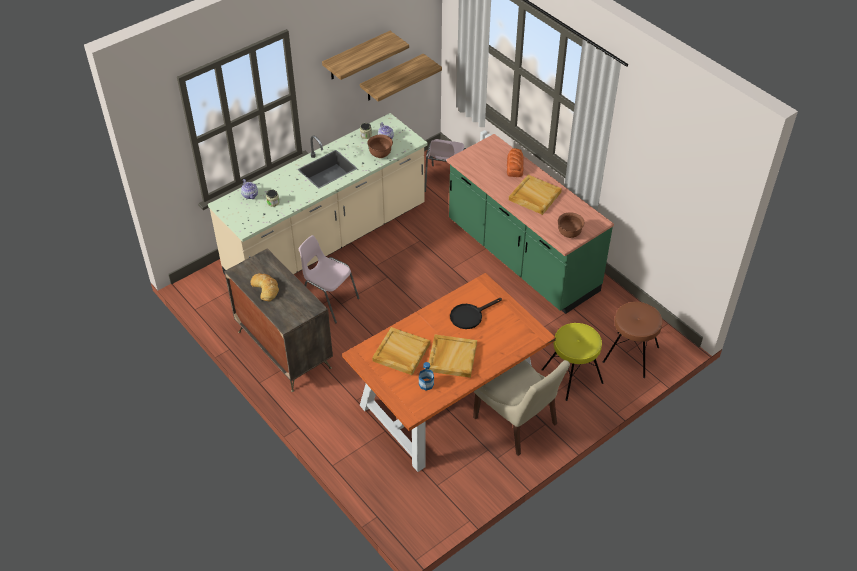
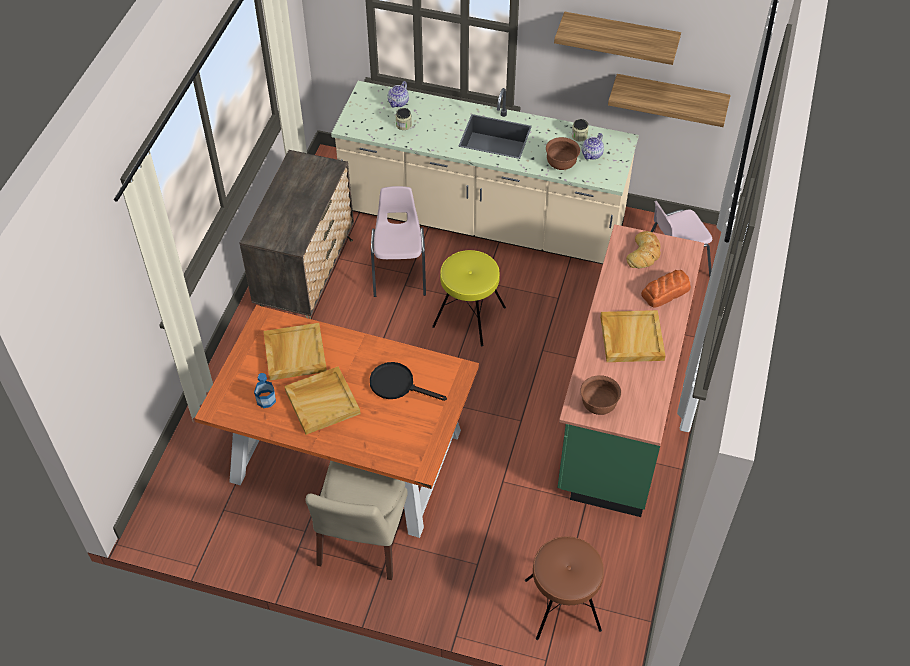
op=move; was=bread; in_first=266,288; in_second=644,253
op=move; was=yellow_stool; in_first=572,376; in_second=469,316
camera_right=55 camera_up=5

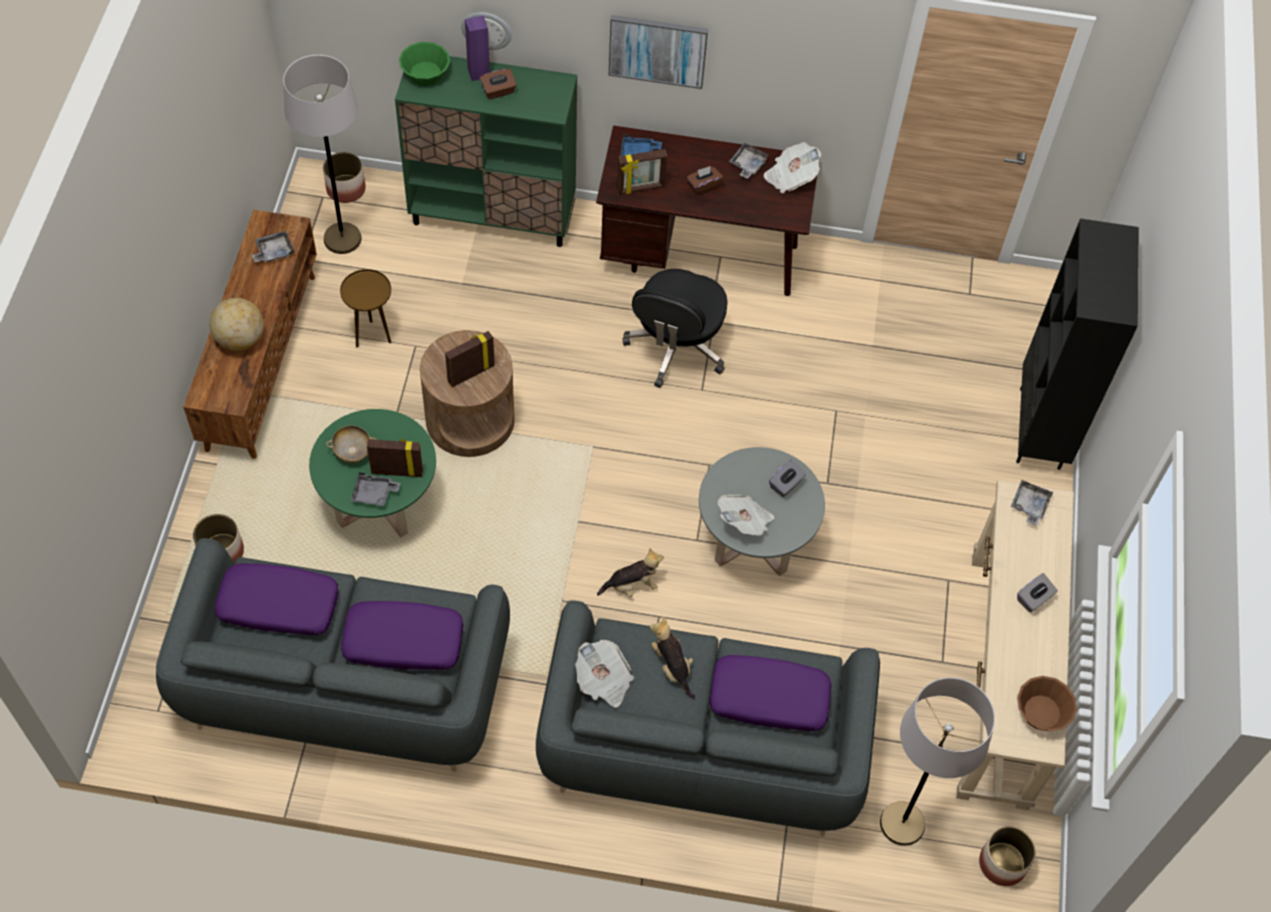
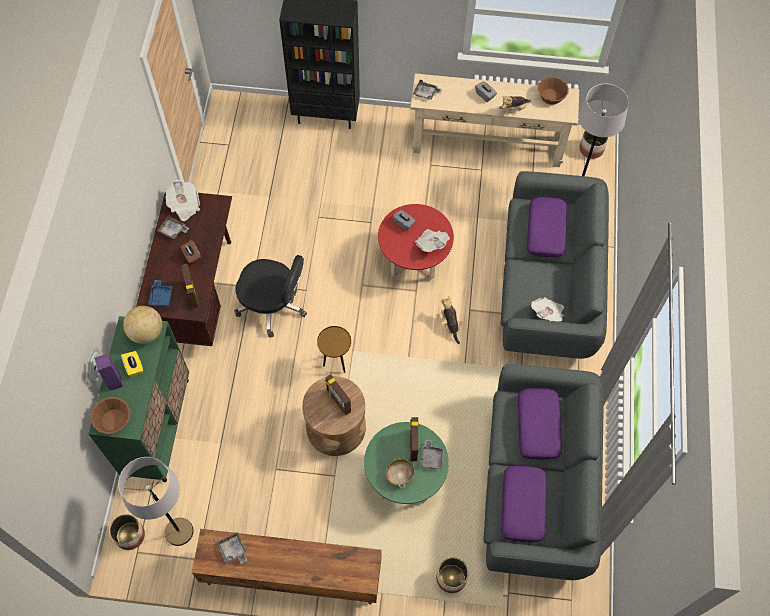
op=move; was=globe; in_first=240,339; in_second=146,332
op=move; was=brown_side_table; in_first=372,336; in_second=336,363
op=recolor; was=green_bowl; now=brown_bowl; in_first=425,73; in_second=113,420
op=recolor; was=brown_tissue_box; now=yellow_tissue_box; in_first=498,91; in_second=134,367
op=delete; was=picture; in_first=657,50
op=move; was=plush_toy; in_first=672,666; in_second=513,110
op=recolor; was=grey_coffee_table; now=red_coffee_table; in_first=754,541; in_second=414,260
camera_right=-90 camera_up=5

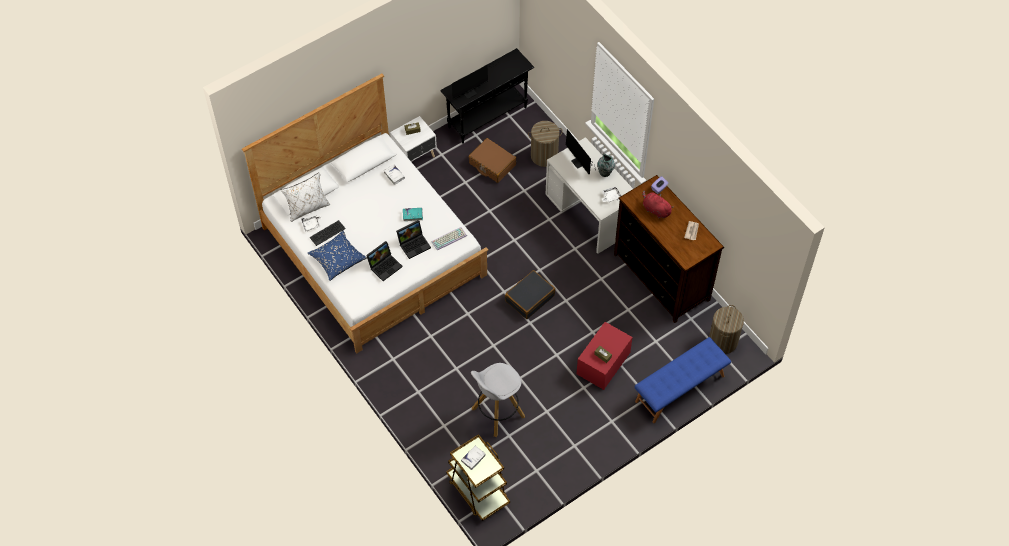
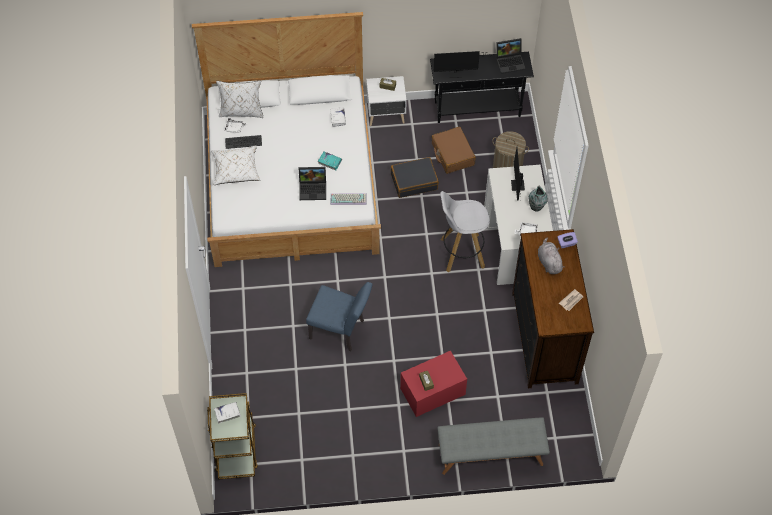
op=recolor; was=blue_pillow; now=white_pillow; in_first=337,259; in_second=236,169
op=move; was=laptop; in_first=385,265; in_second=510,62
op=move; was=white_stool; in_first=497,413; in_second=461,253
op=move; was=black_suitcase; in_first=529,298; in_second=414,181
op=recolor; was=blue_bench; now=grey_bench; in_first=680,389; in_second=490,455
op=recolor; was=red_plush_toy; now=grey_plush_toy; in_first=655,209; in_second=549,262
op=delete; was=laundry_basket; in_first=723,341
op=insert; now=blue_chair; in_second=341,331
camera_right=30 camera_up=0

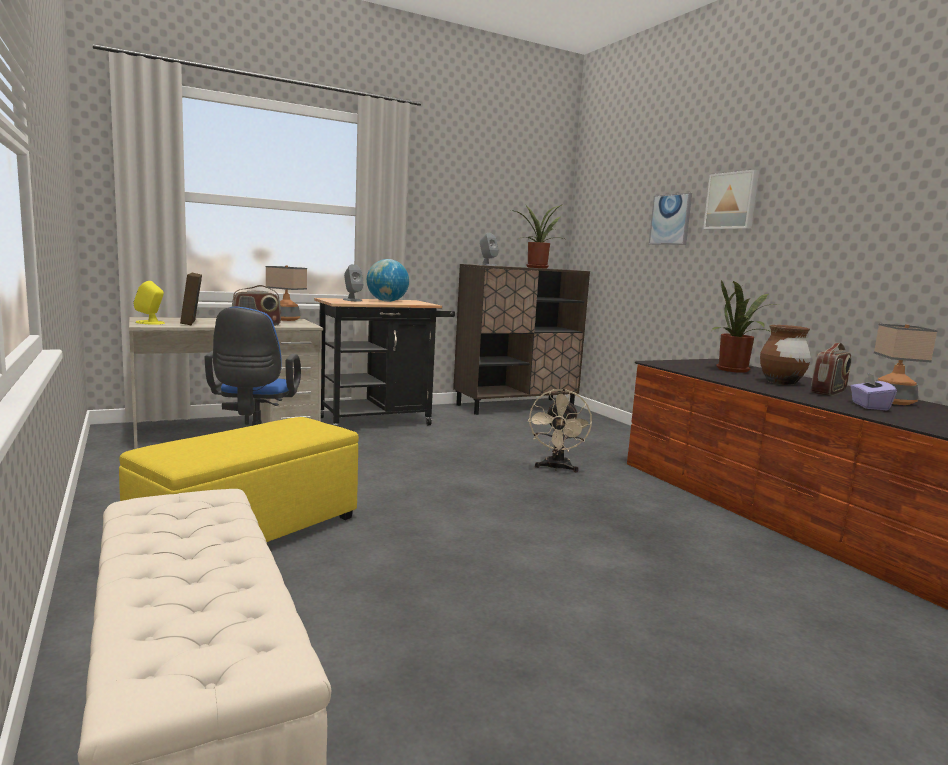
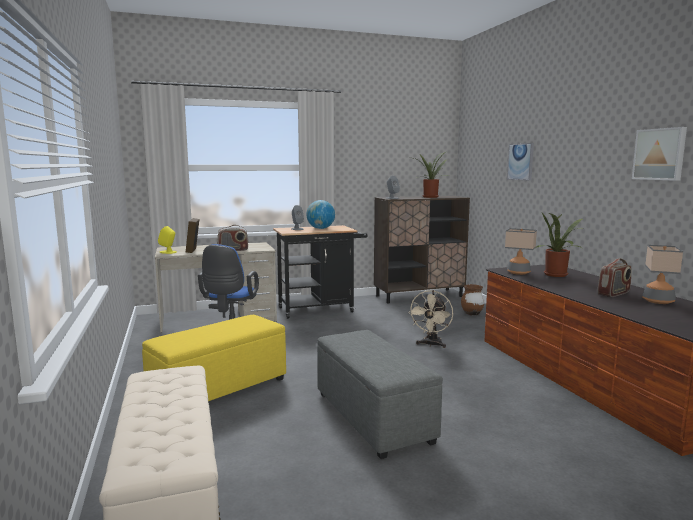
op=move; was=table_lamp; in_first=286,319; in_second=518,272
op=move; was=picture; in_first=732,201; in_second=660,154
op=move; was=brown_vase; in_first=781,383; in_second=472,314
op=delete; was=purple_tissue_box; in_first=869,406
op=insert; now=grey_ottoman; in_second=372,416
camera_right=10 camera_up=0

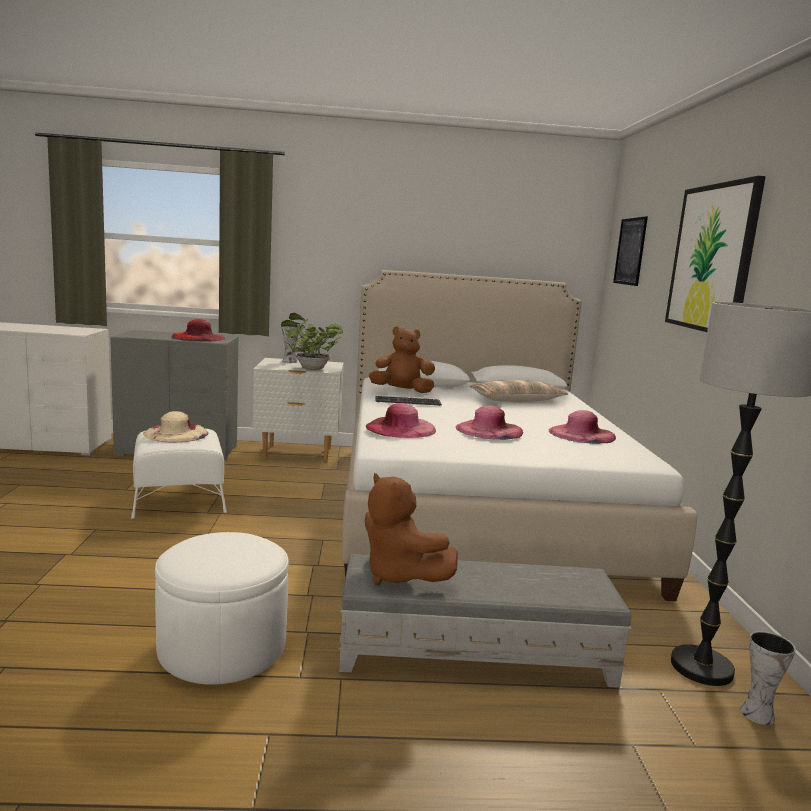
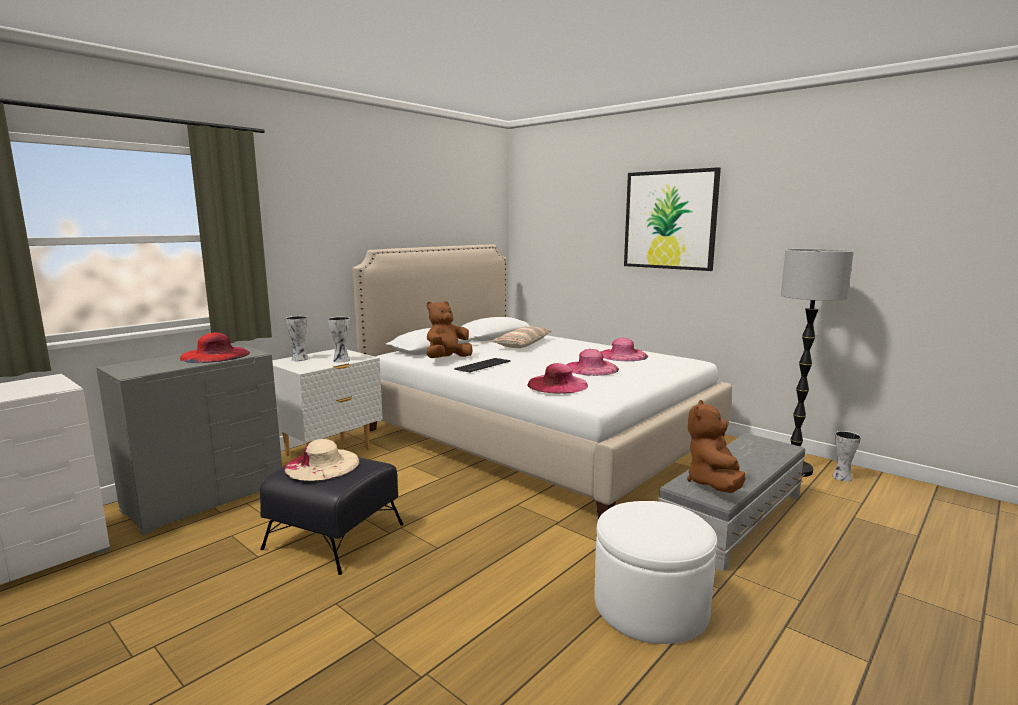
op=recolor; was=white_ottoman; now=black_ottoman; in_first=178,499; in_second=335,537
op=replace; was=potted_plant; now=vase; in_first=309,368; in_second=342,360
op=rotate; was=brown_plush_toy; in_first=399,575; in_second=714,484; clockwise=105
op=delete; was=picture; in_first=630,251
camera_right=-45 camera_up=0

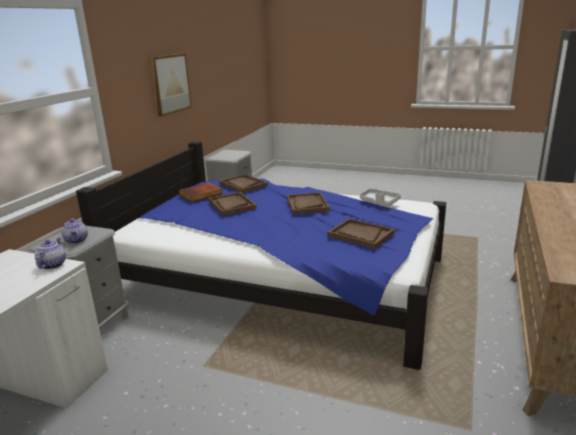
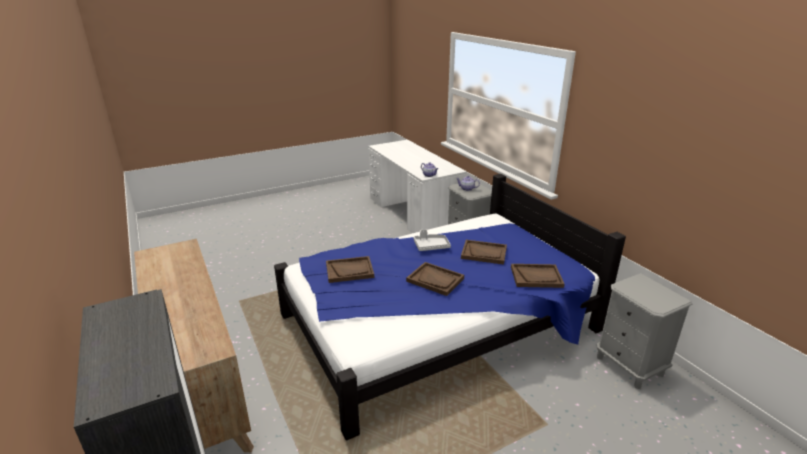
op=delete; was=picture; in_first=170,84
op=delete; was=book; in_first=201,195
op=move; was=grey_tray; in_first=379,202; in_second=431,246
camera_right=130 camera_up=5

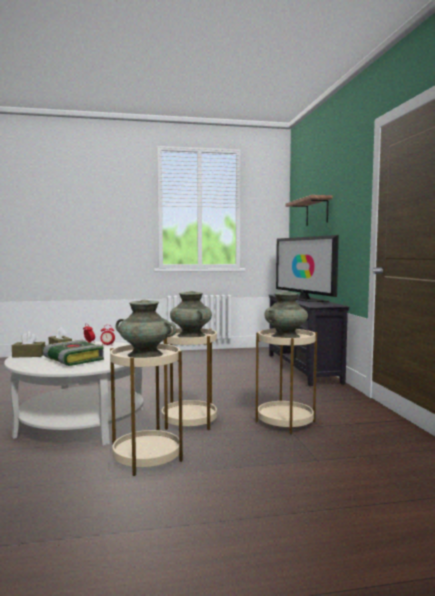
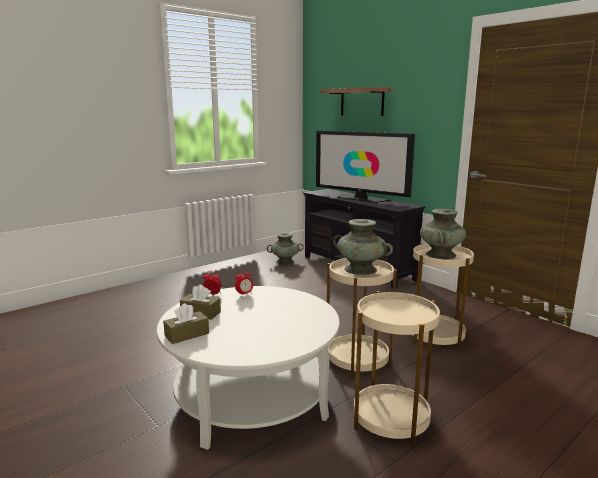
op=delete; was=book; in_first=72,360
op=move; was=turquoise_vase; in_first=145,355; in_second=285,262
camera_right=-30 camera_up=10

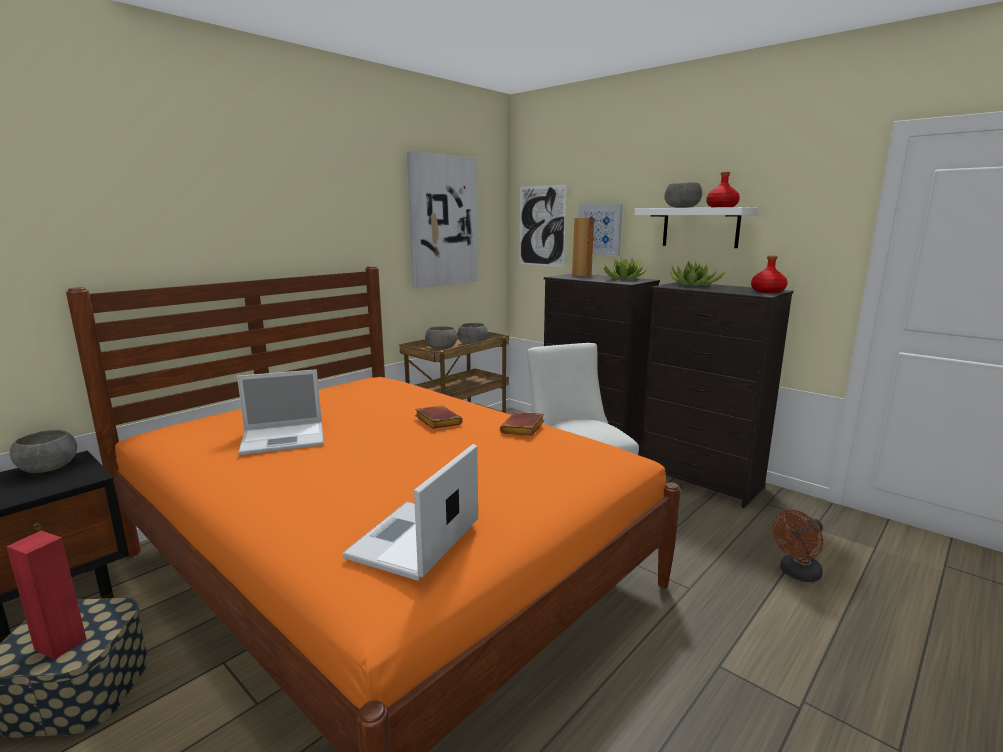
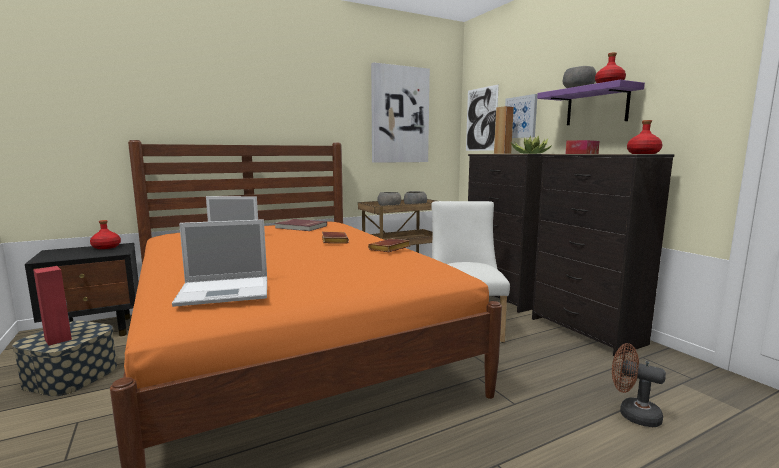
op=replace; was=grey_bowl; now=red_bottle; in_first=48,468; in_second=106,247
op=rotate; was=laptop; in_first=413,541; in_second=226,291; clockwise=-150
op=recolor; was=white_shelf; now=purple_shelf; in_first=700,227; in_second=597,106
op=replace; was=potted_plant; now=tissue_box; in_first=694,285; in_second=582,153
op=rotate; was=brown_fan; in_first=796,574; in_second=632,414; clockwise=45
op=insert; now=red_book; in_second=300,227
camera_right=20 camera_up=-5

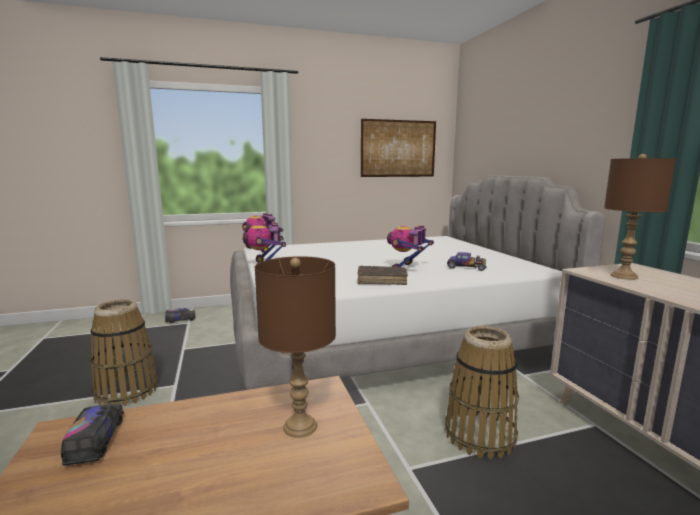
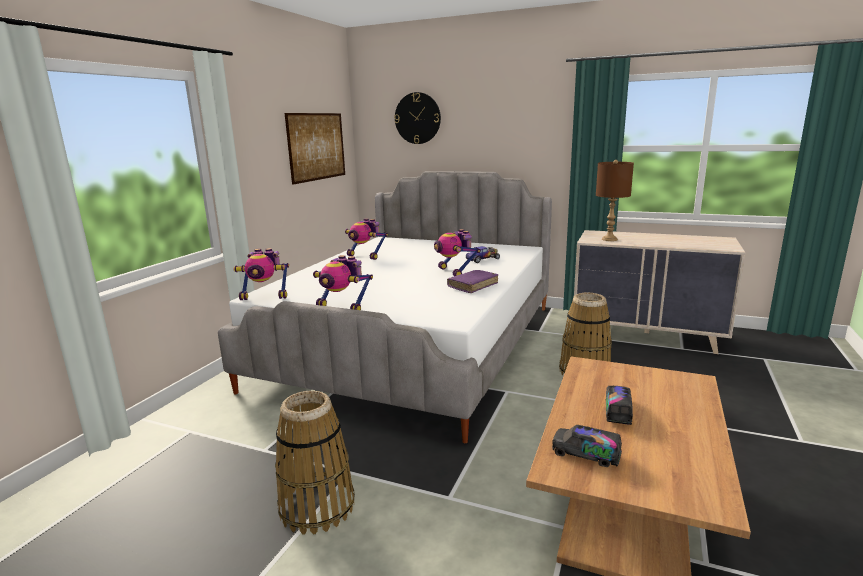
op=move; was=toy_truck; in_first=180,320; in_second=618,411
op=delete; was=brown_table_lamp; in_first=300,426
op=recolor; was=brown_book; now=purple_book; in_first=382,280; in_second=473,286
op=insert; now=toy_robot; in_second=365,256
op=insert; now=wall_clock; in_second=417,118
camera_right=-50 camera_up=5

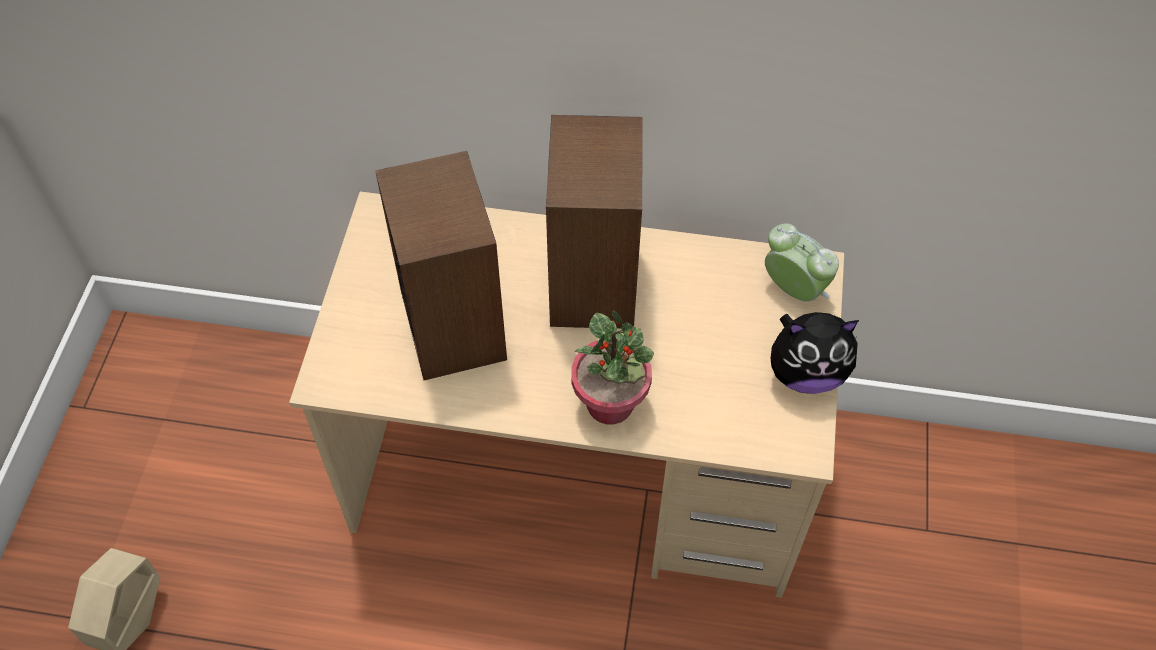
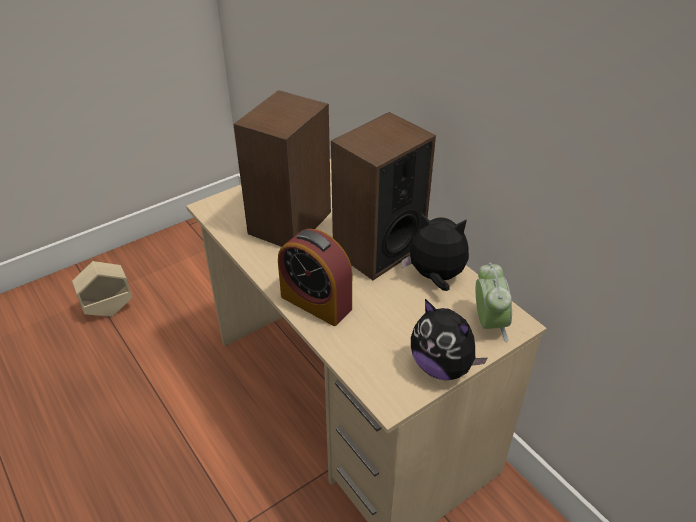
op=replace; was=potted_plant; now=alarm_clock; in_first=610,404; in_second=316,302
op=insert; now=plush_toy; in_second=435,277
camera_right=45 camera_up=-15

